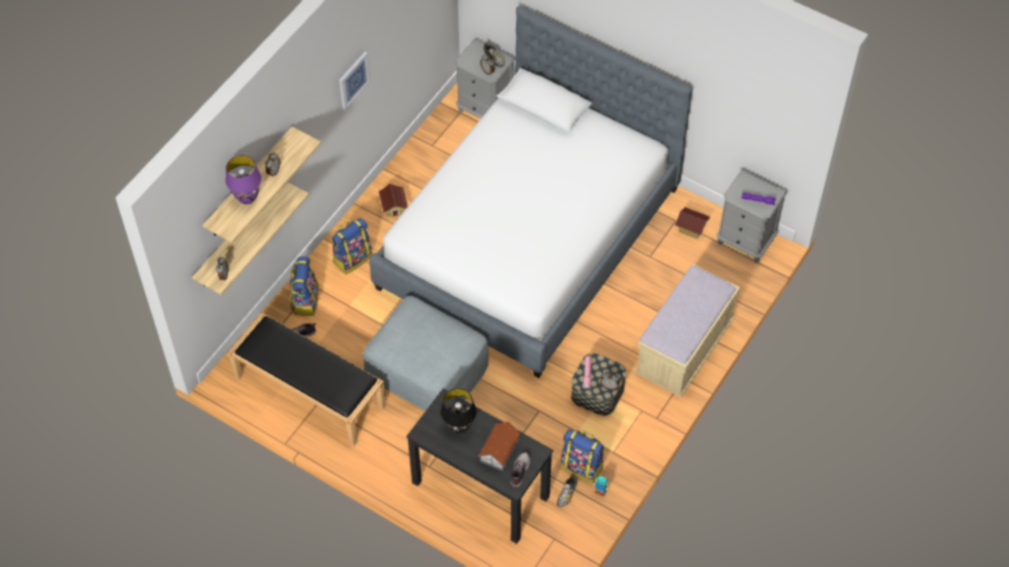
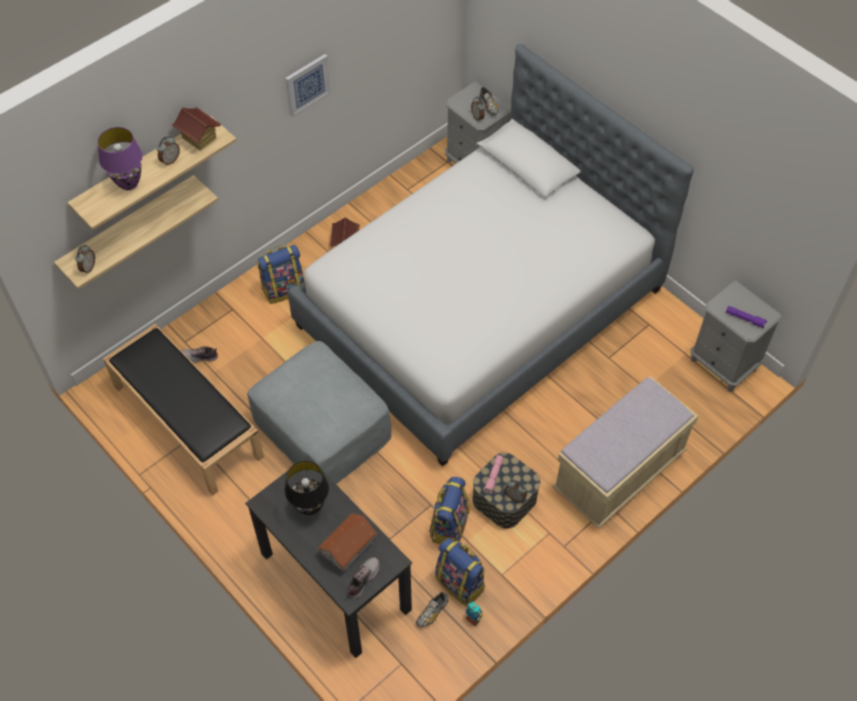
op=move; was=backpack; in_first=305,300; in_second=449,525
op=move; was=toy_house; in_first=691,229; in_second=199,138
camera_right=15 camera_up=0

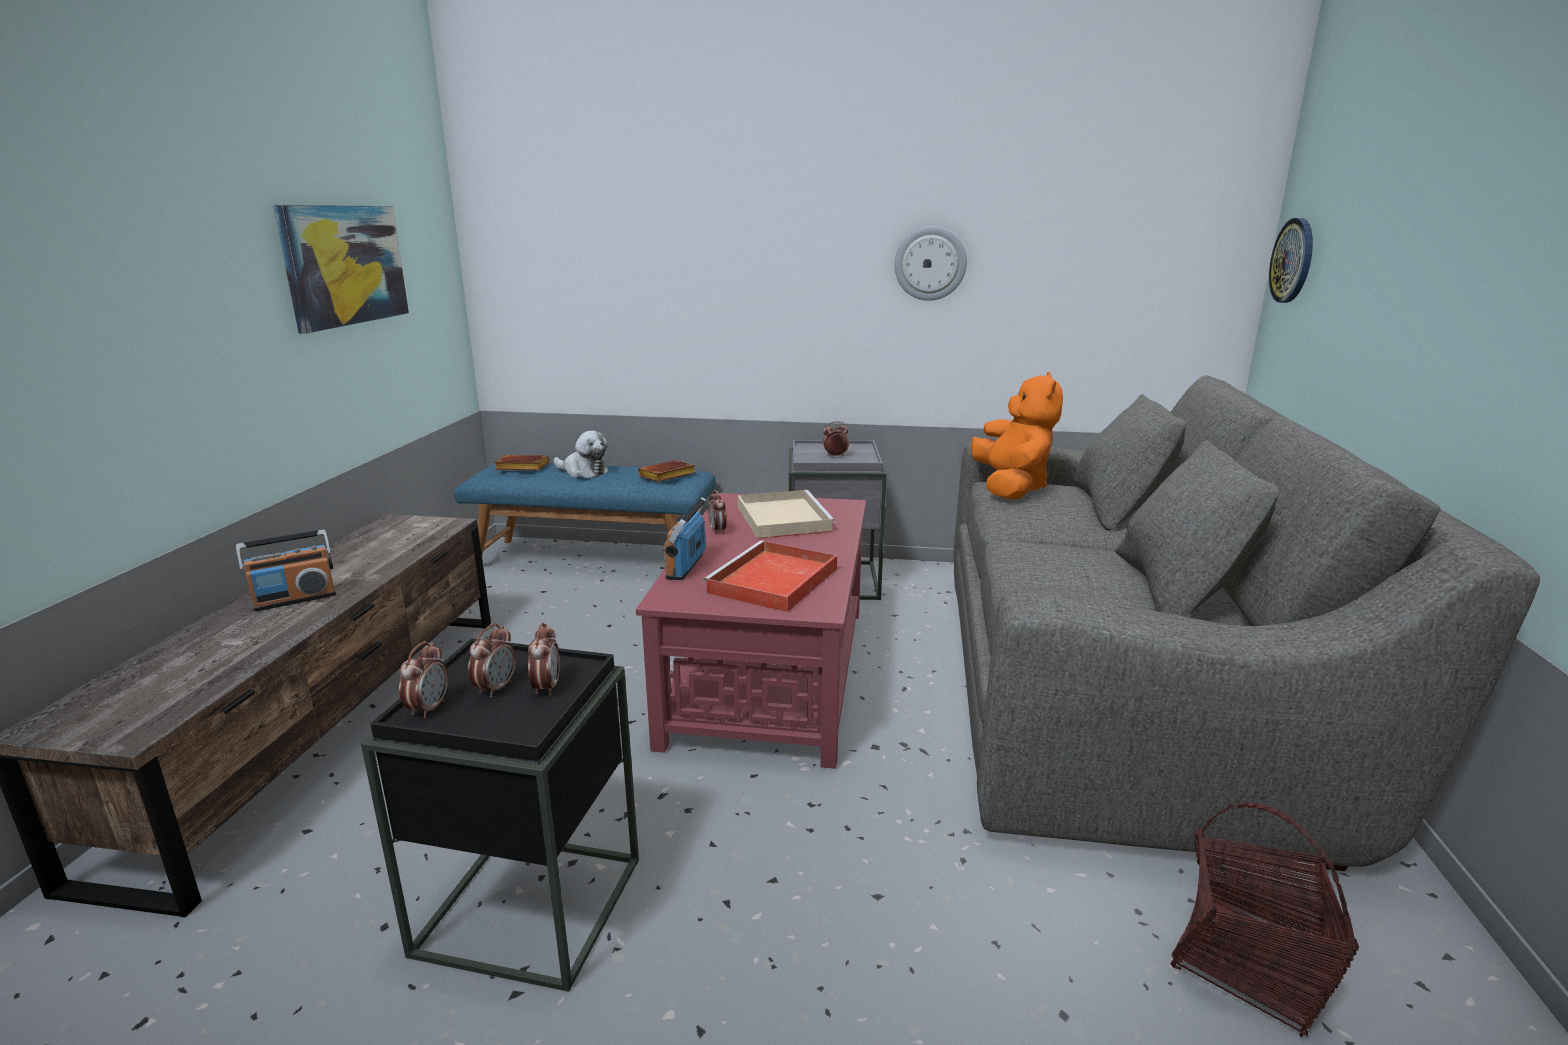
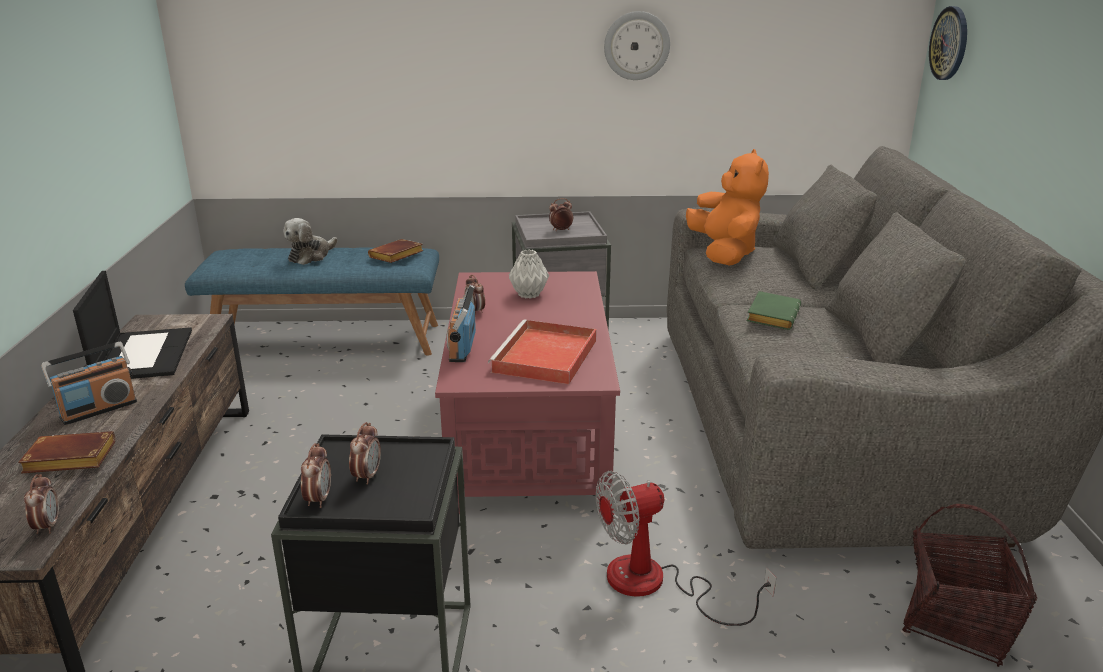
op=delete; was=picture; in_first=344,265
op=move; was=brown_book; in_first=521,468; in_second=67,460
op=move; was=alarm_clock; in_first=546,687; in_second=47,526
op=rotate; was=plush_toy; in_first=583,472; in_second=311,256; clockwise=105
op=replace; was=beige_tray; now=grey_vase; in_first=782,518; in_second=528,294
op=insert; now=laptop; in_second=143,354
op=insert; now=fan; in_second=655,584
op=insert; now=green_book; in_second=771,315
camera_right=-10 camera_up=5

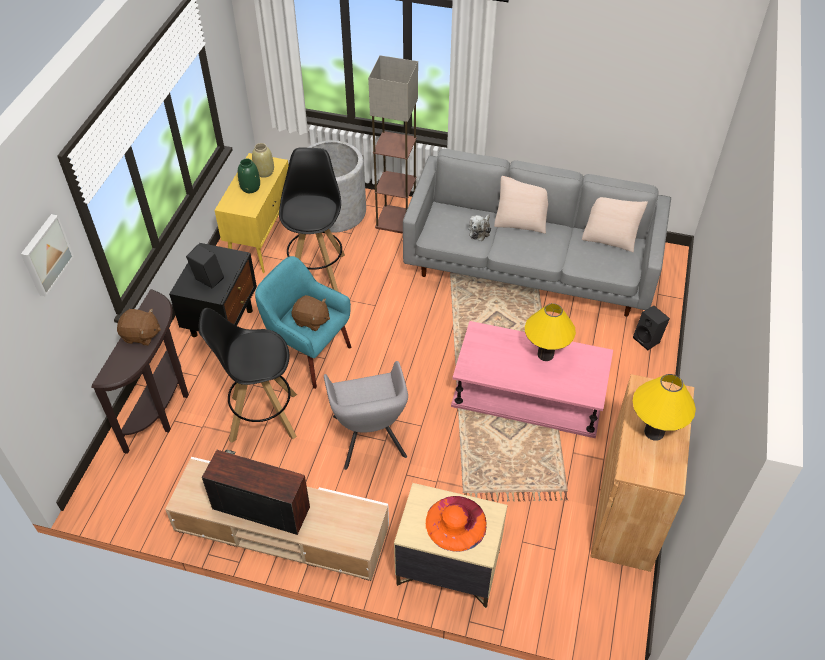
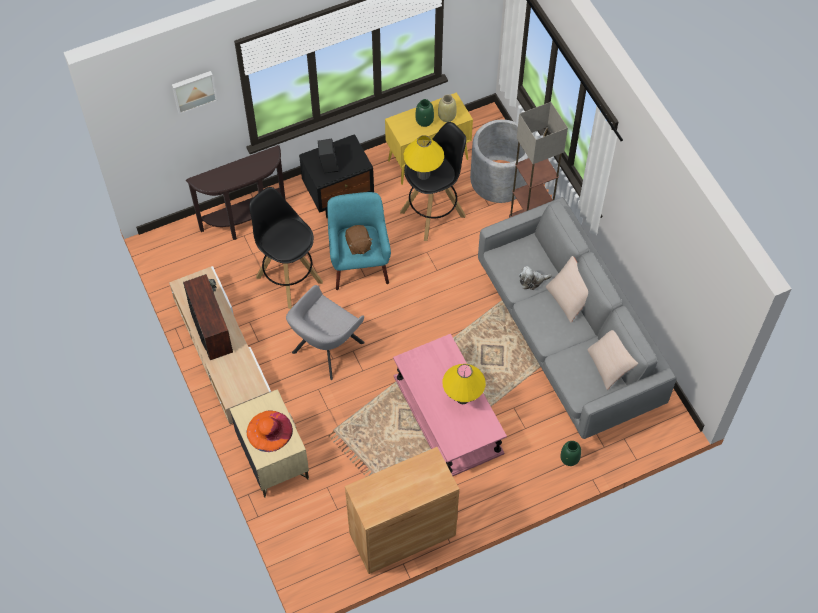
op=delete; was=brown_plush_toy; in_first=141,335
op=replace; was=black_speaker; now=green_vase; in_first=648,339; in_second=569,459
op=move; was=yellow_table_lamp; in_first=654,432; in_second=423,174
camera_right=50 camera_up=10

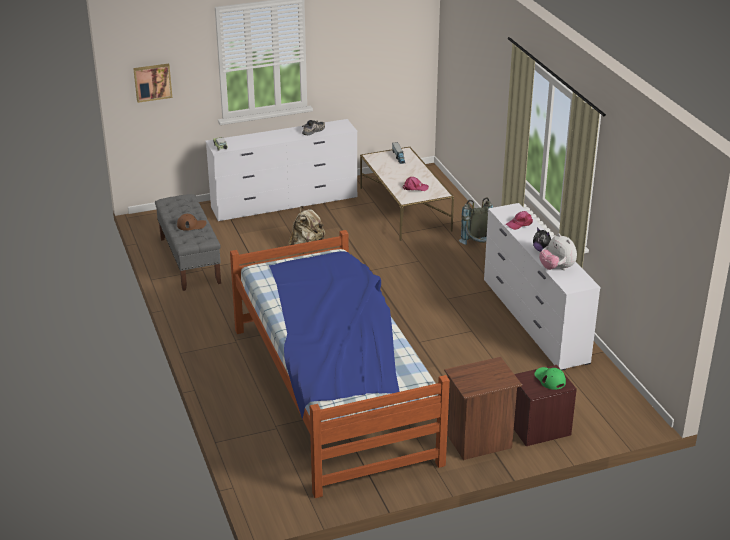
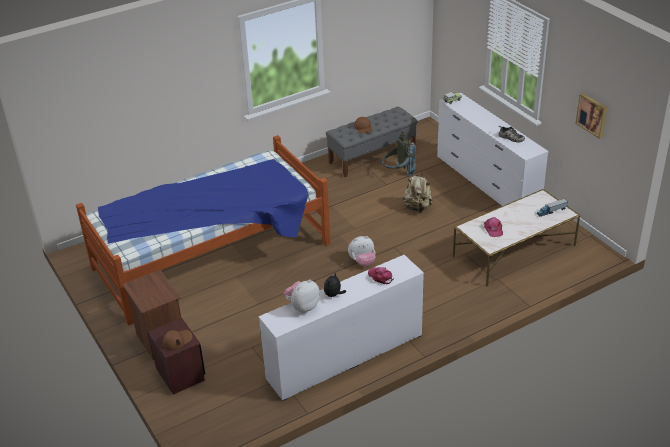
op=move; was=picture; in_first=152,82; in_second=592,115
op=move; was=grey_backpack; in_first=479,247; in_second=398,173
op=recolor; was=green_cap; now=brown_cap; in_first=550,379; in_second=177,340
op=insert; now=plush_toy; in_second=362,262
camera_right=80 camera_up=5

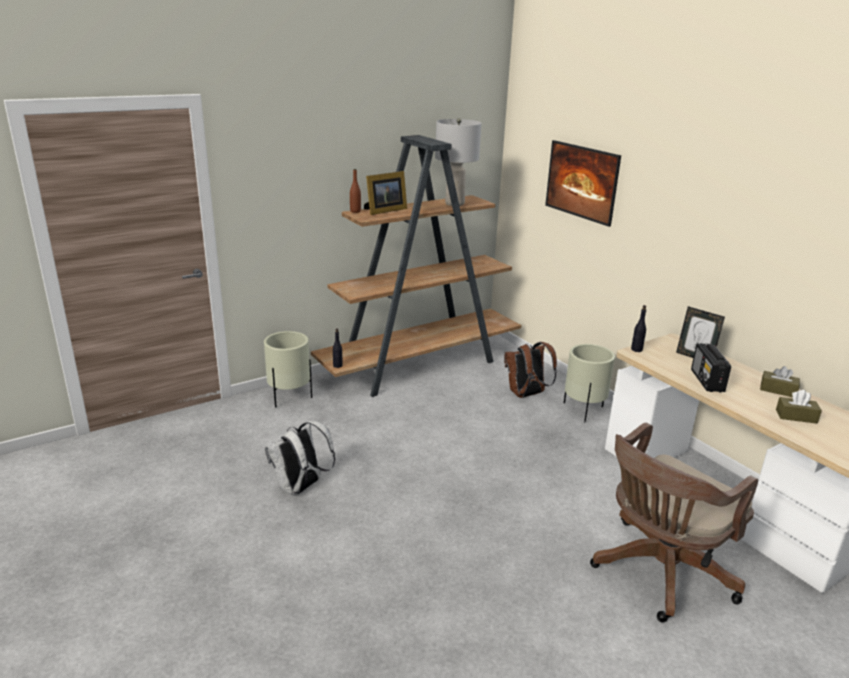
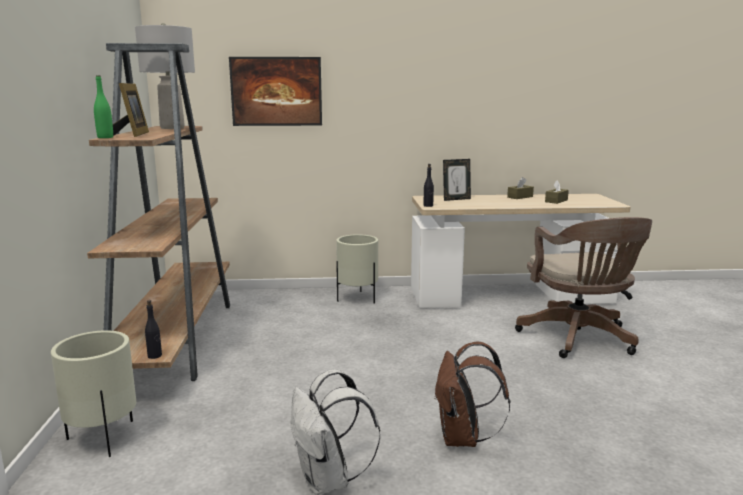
op=recolor; was=brown_bottle; now=green_bottle; in_first=355,211; in_second=105,137
op=move; was=brown_backpack; in_first=526,394; in_second=463,438
op=delete; was=radio; in_first=707,381
camera_right=-60 camera_up=-10

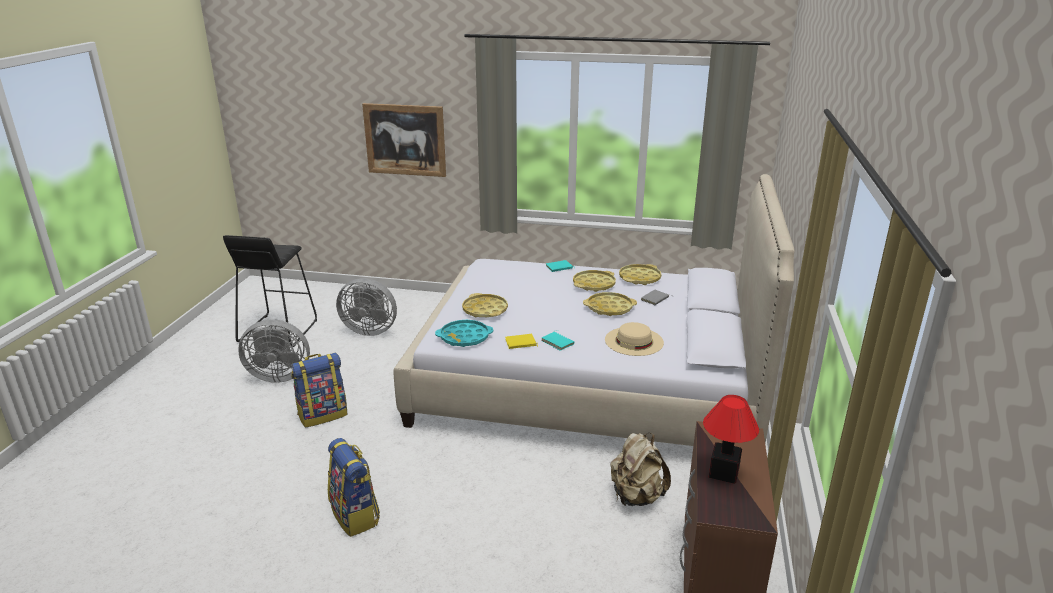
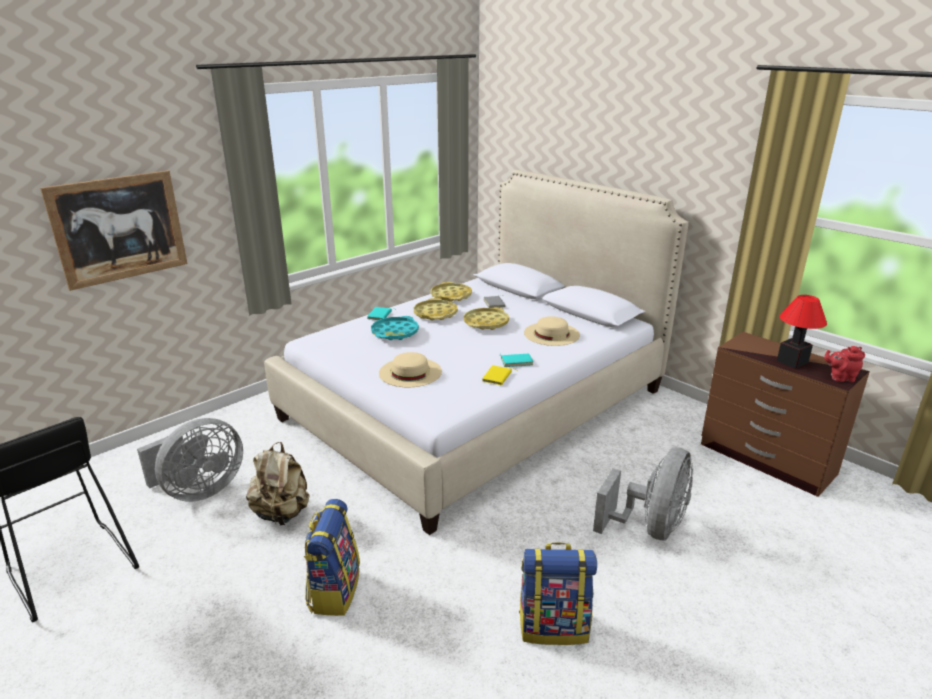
op=move; was=grey_fan; in_first=278,375; in_second=650,527
op=move; was=turquoise_tray; in_first=464,337; in_second=395,332
op=replace; was=yellow_tray; now=beige_hat; in_first=485,310; in_second=410,372
op=move; was=beige_backpack; in_first=636,496; in_second=282,513
op=insert; now=red_teapot; in_second=840,378
camera_right=-55 camera_up=0

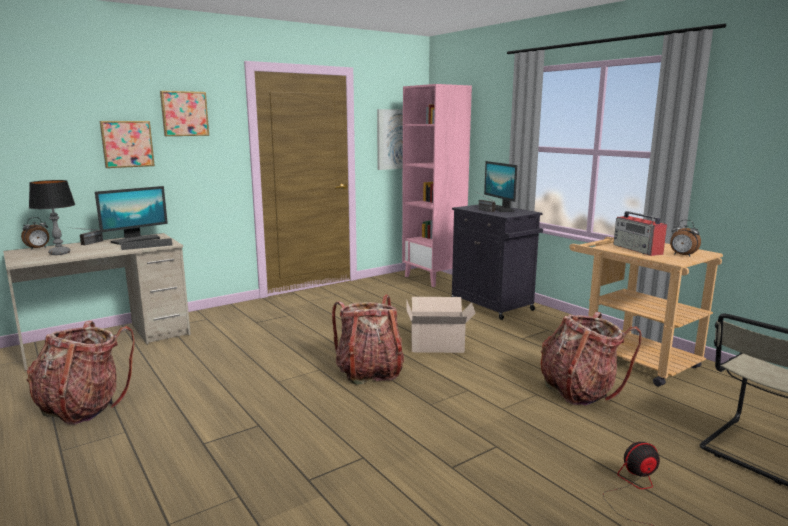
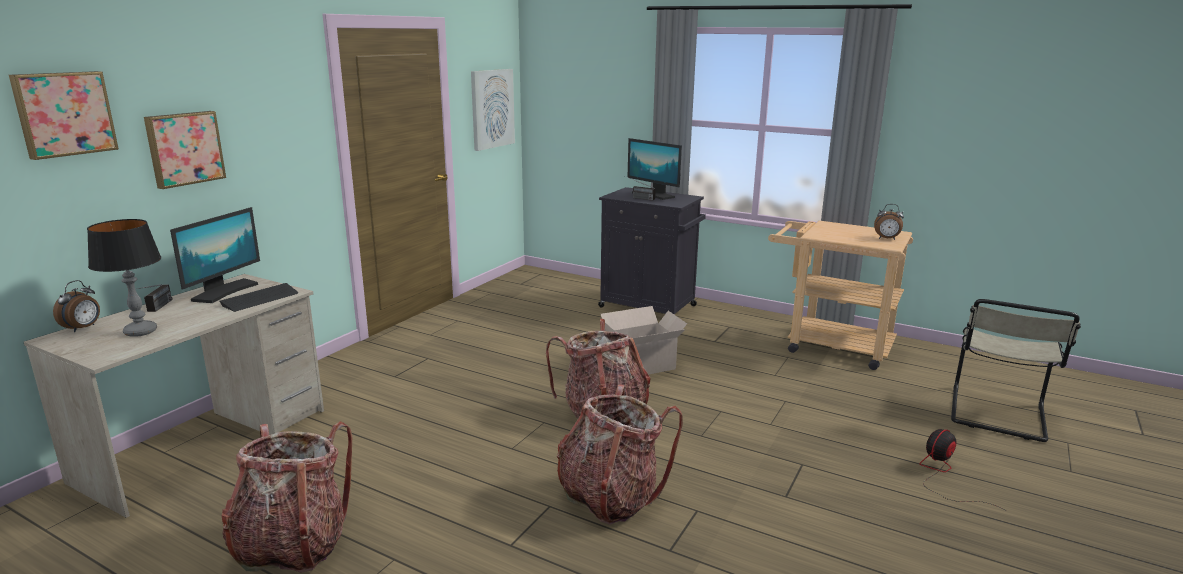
op=move; was=picture; in_first=184,113; in_second=64,114
op=delete; was=pink_bookcase; in_first=434,278
op=move; was=backpack; in_first=579,391; in_second=611,497
op=delete; was=radio; in_first=638,249
camera_right=-25 camera_up=5

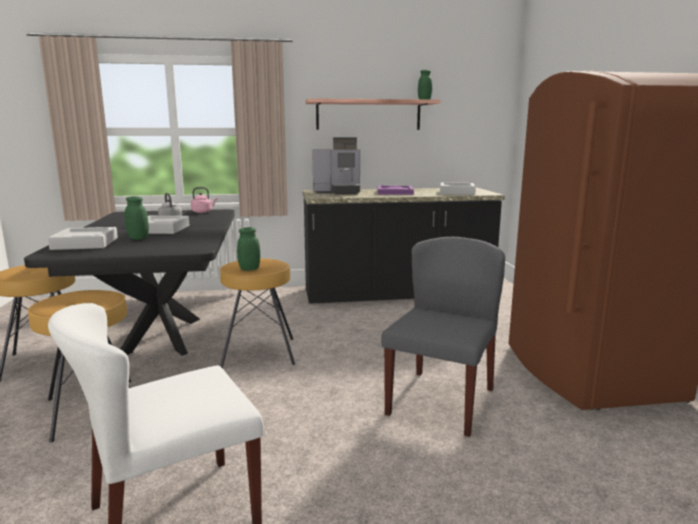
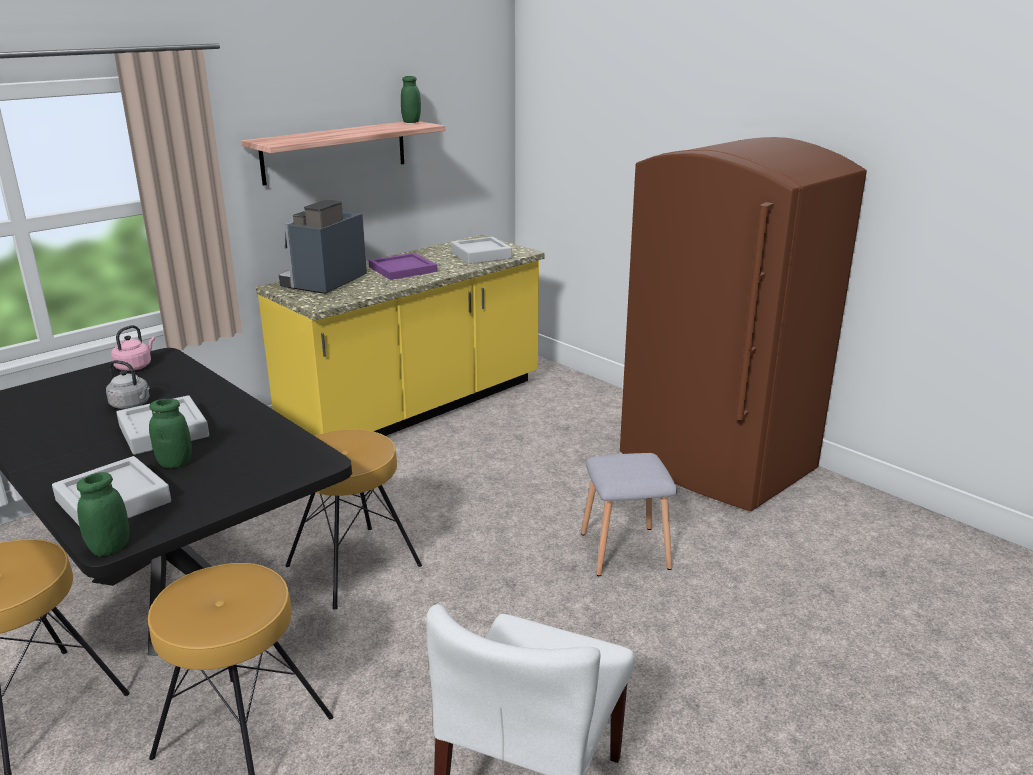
op=move; was=green_jar; in_first=249,269; in_second=110,548
op=recolor; was=black_counter; now=yellow_counter; in_first=397,293; in_second=416,408
op=rotate; was=coffee_machine; in_first=338,192; in_second=324,283; clockwise=150
op=replace; was=grey_chair; now=grey_stool; in_first=441,400; in_second=626,550
camera_right=-35 camera_up=10

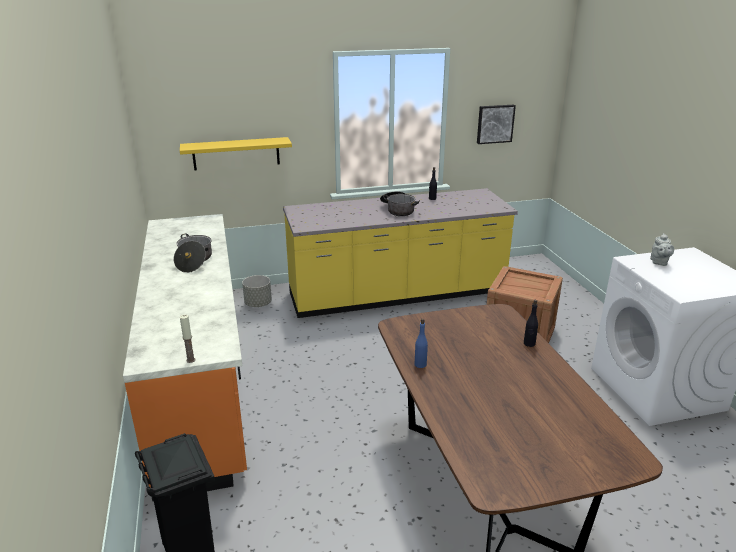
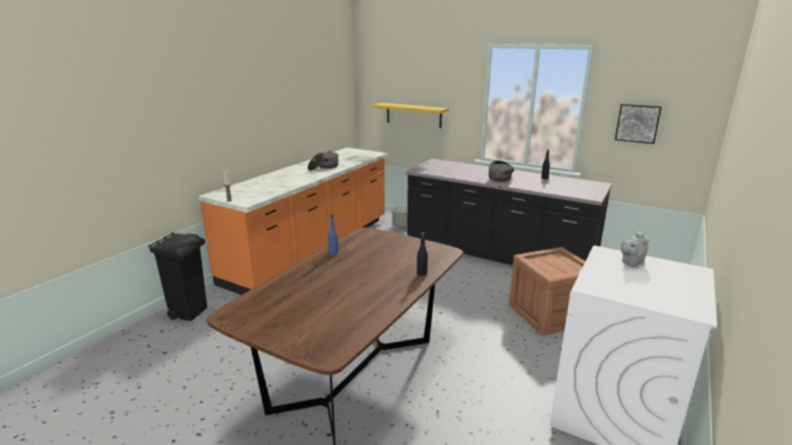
op=recolor; was=yellow_counter; now=black_counter; in_first=397,294; in_second=497,253
camera_right=45 camera_up=-5

